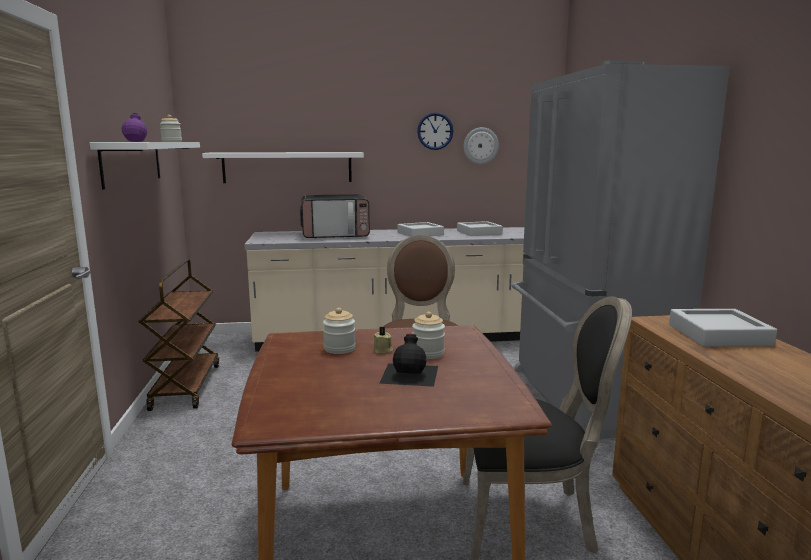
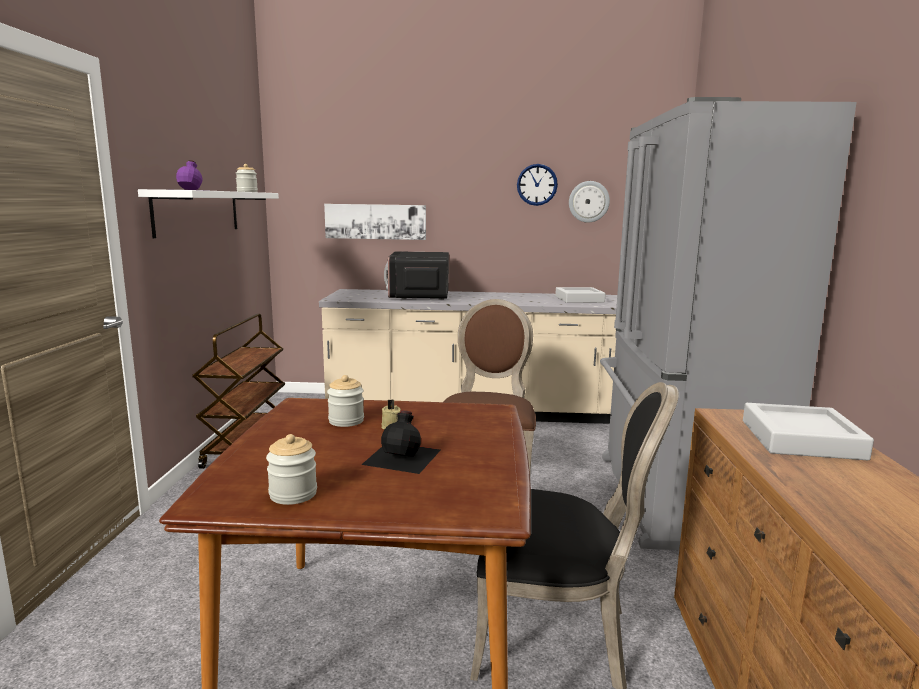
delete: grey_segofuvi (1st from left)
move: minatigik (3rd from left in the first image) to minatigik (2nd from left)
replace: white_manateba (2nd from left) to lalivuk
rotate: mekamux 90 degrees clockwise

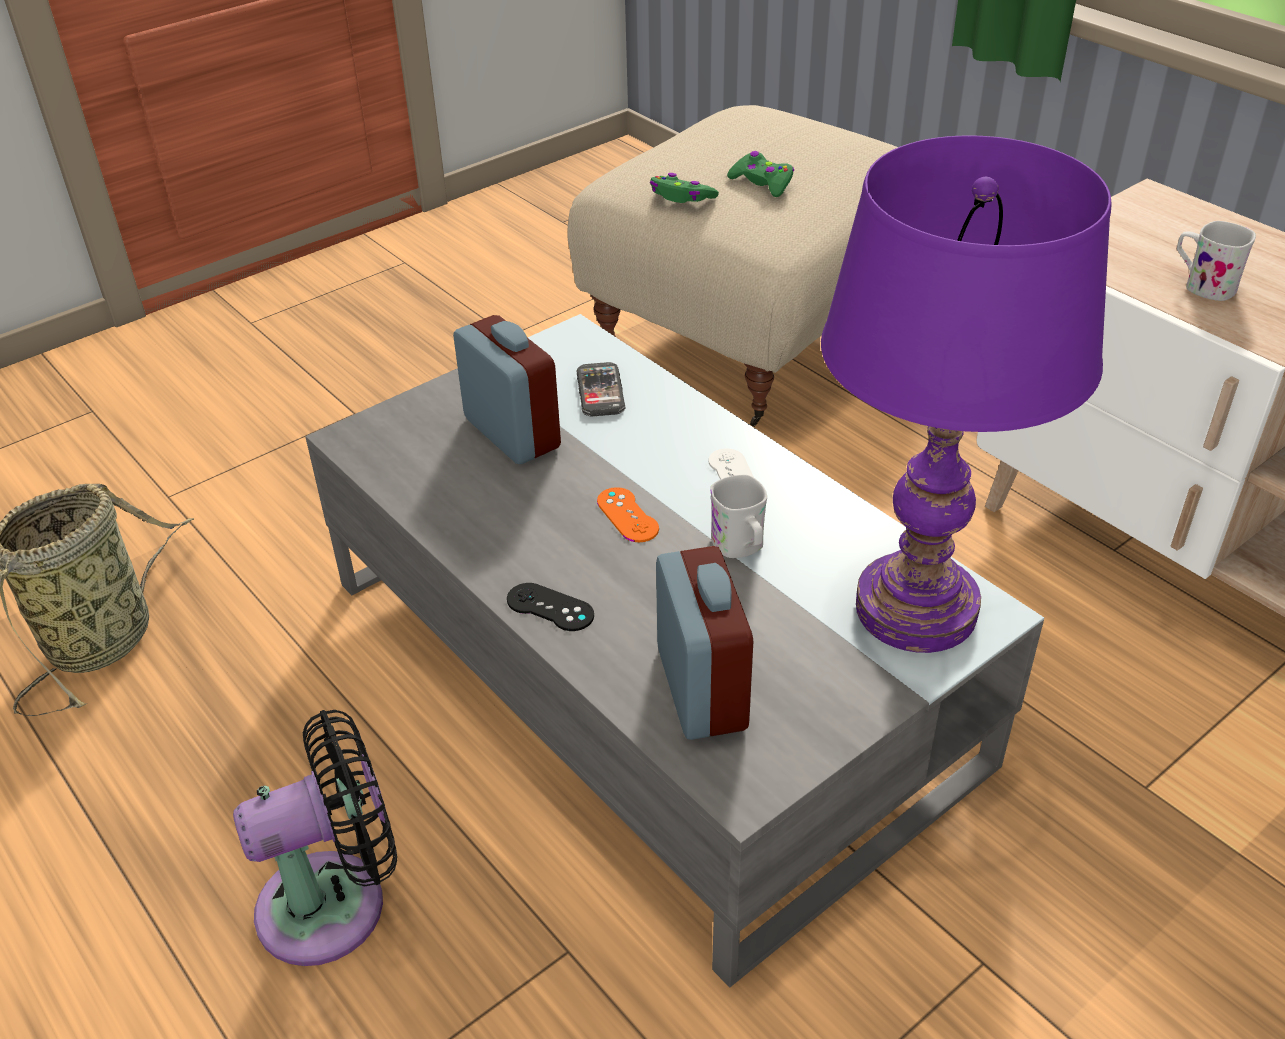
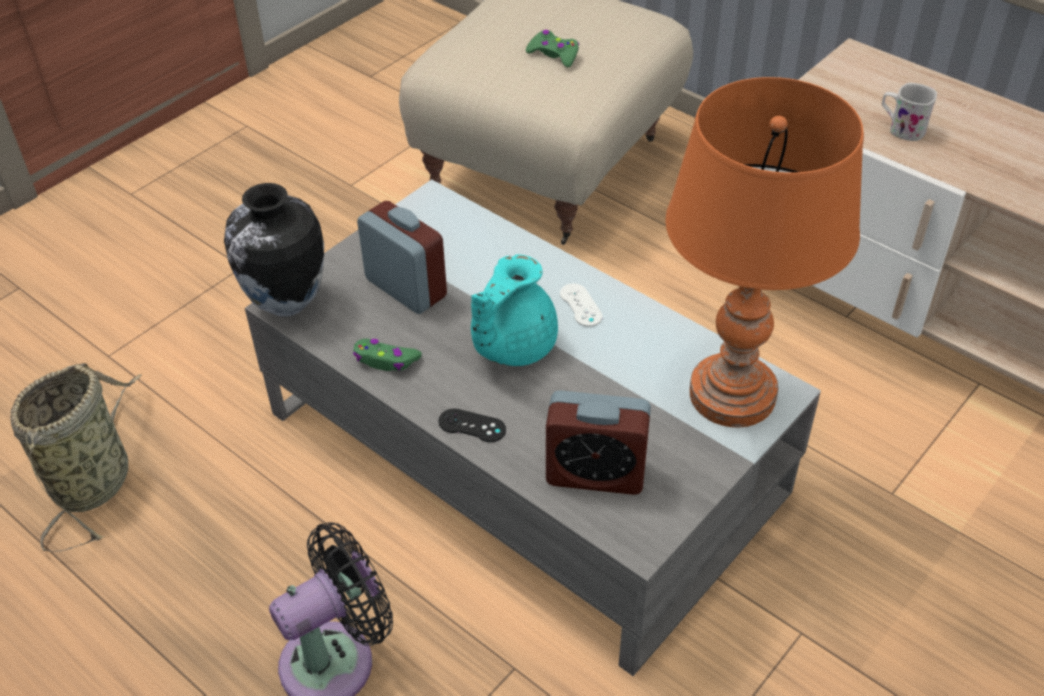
delete: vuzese; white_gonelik (1st from left)
insert: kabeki
move: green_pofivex (1st from left)
replace: orange_pofivex to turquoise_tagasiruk
recolor: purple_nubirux to orange_nubirux
rotate: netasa (2nd from left) 120 degrees clockwise

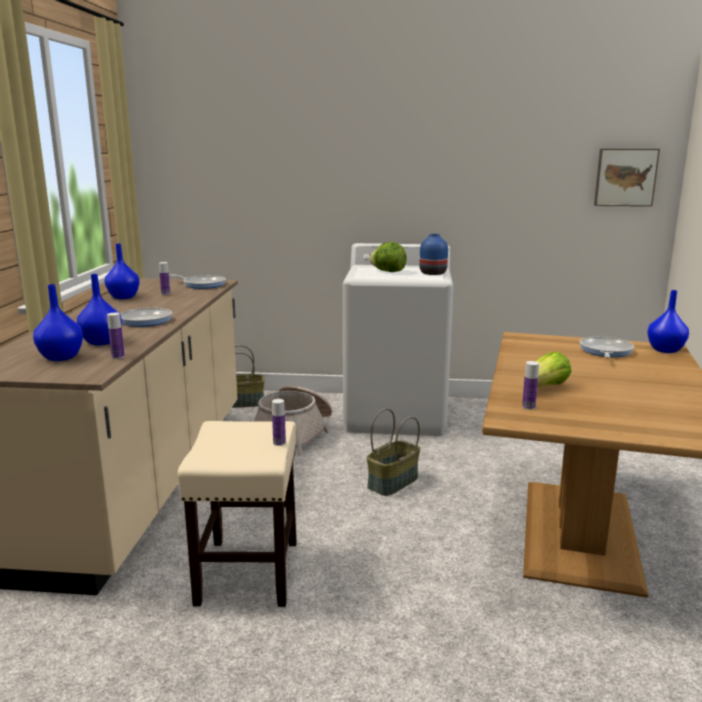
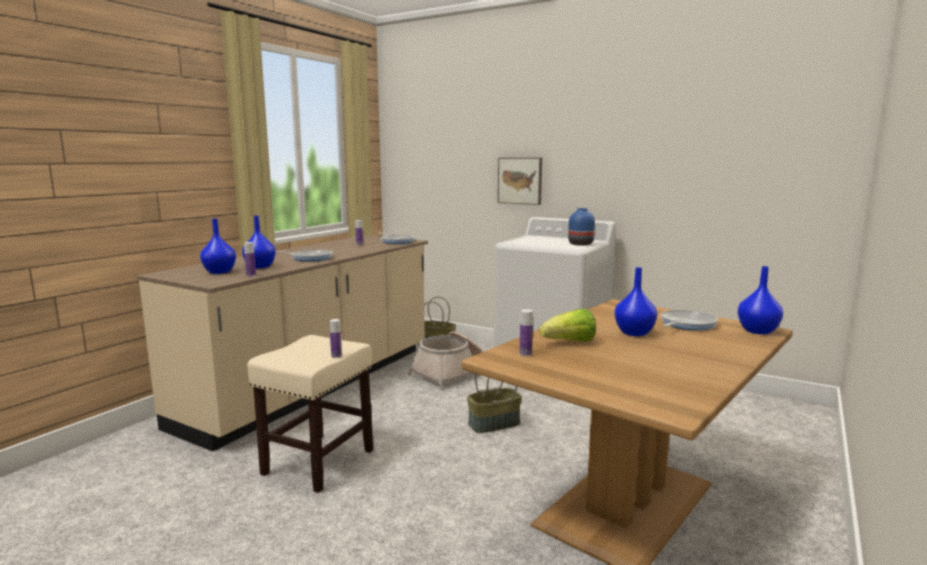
delete: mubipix (1st from left)
move: blue_kabeki (3rd from left in the first image) to blue_kabeki (4th from left); lalivuk

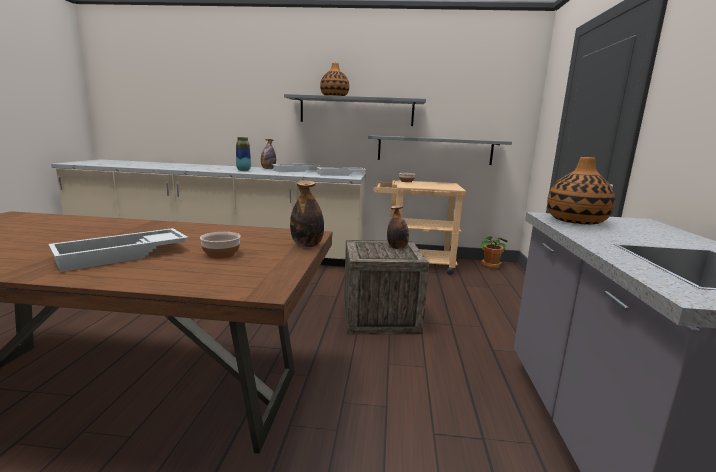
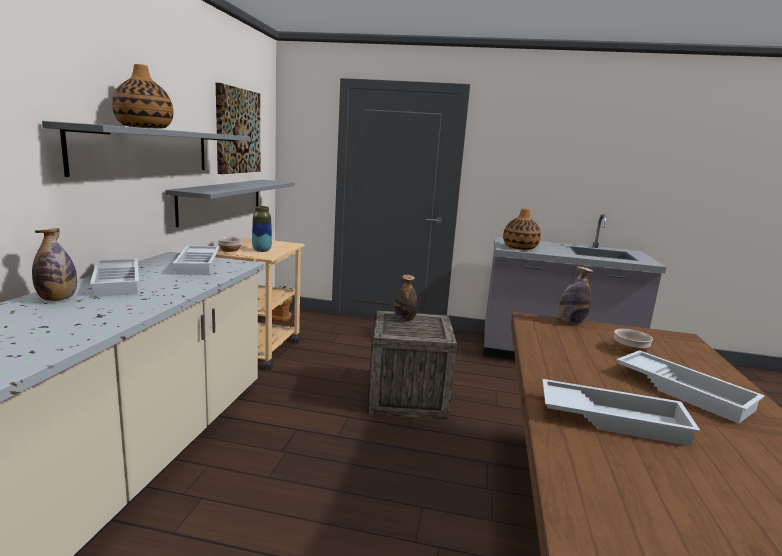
insert: lalivuk; white_segofuvi (3rd from left)
move: kabeki (1st from left in the first image) to kabeki (2nd from left)

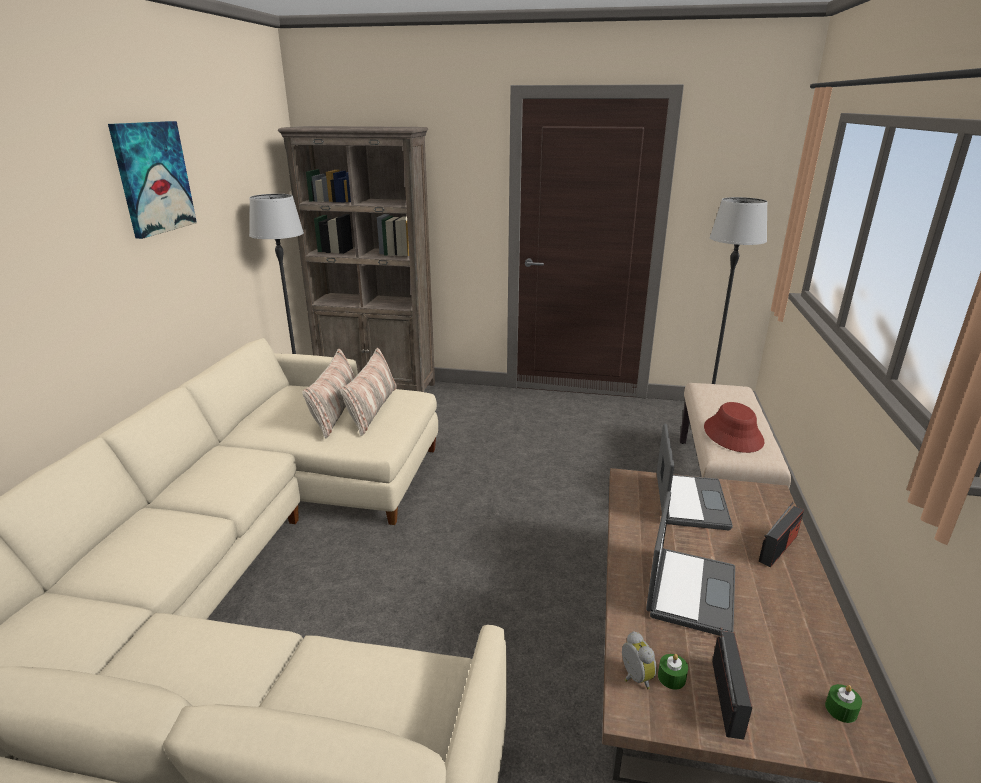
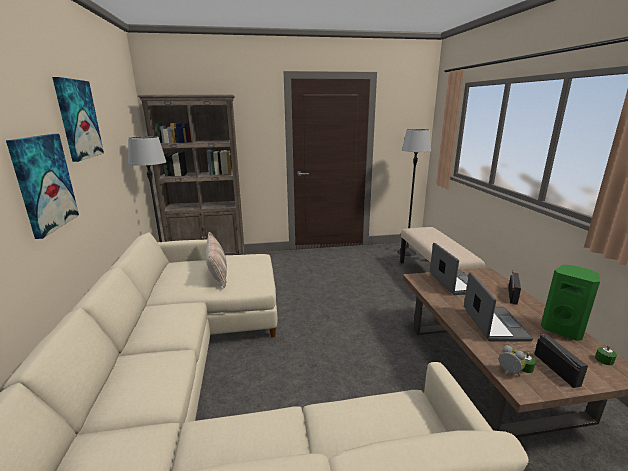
delete: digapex (2nd from left); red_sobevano
insert: lalivuk (1st from left); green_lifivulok

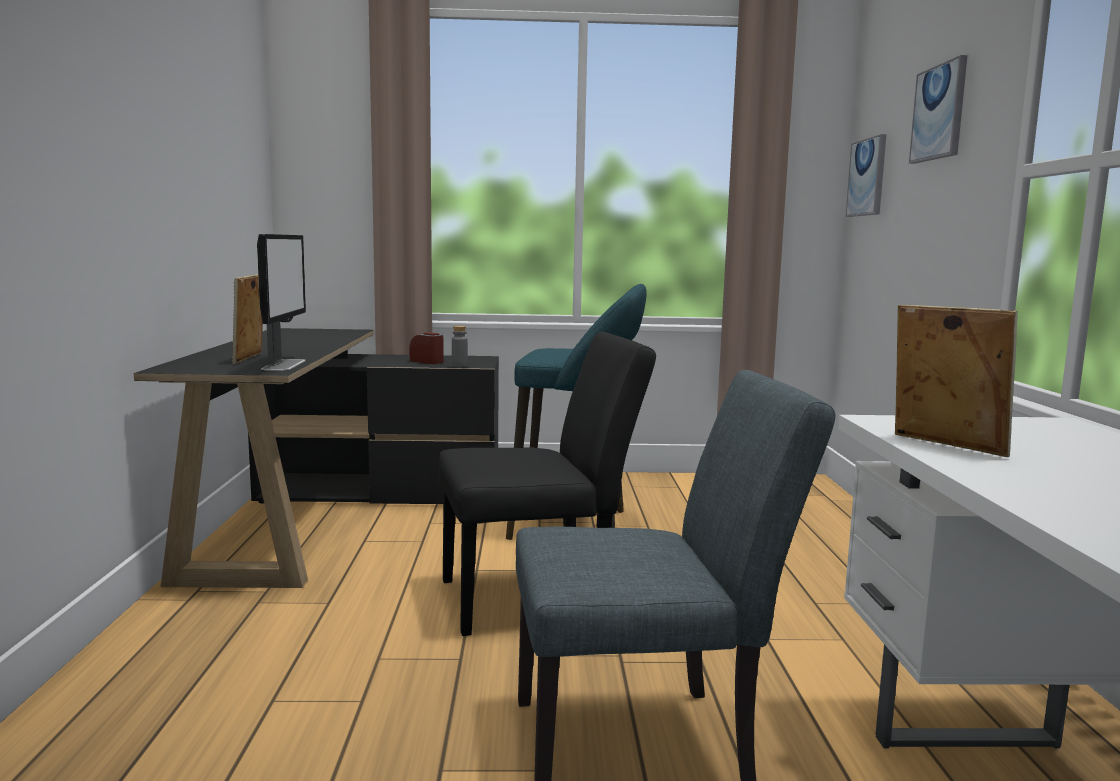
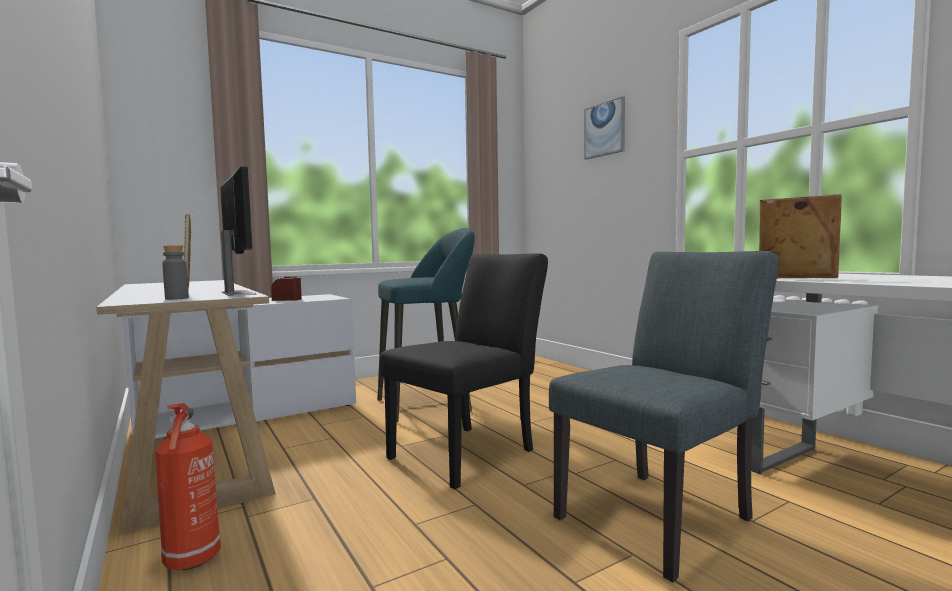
delete: lalivuk (1st from left)
insert: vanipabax
move: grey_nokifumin
recolor: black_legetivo to white_legetivo (1st from left)

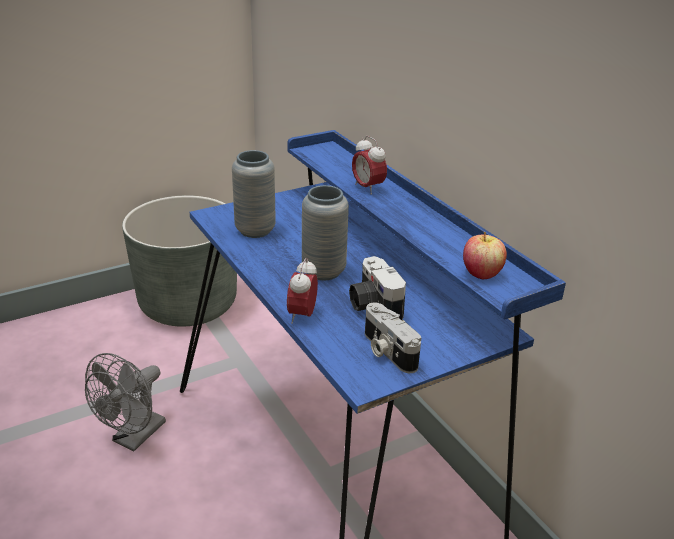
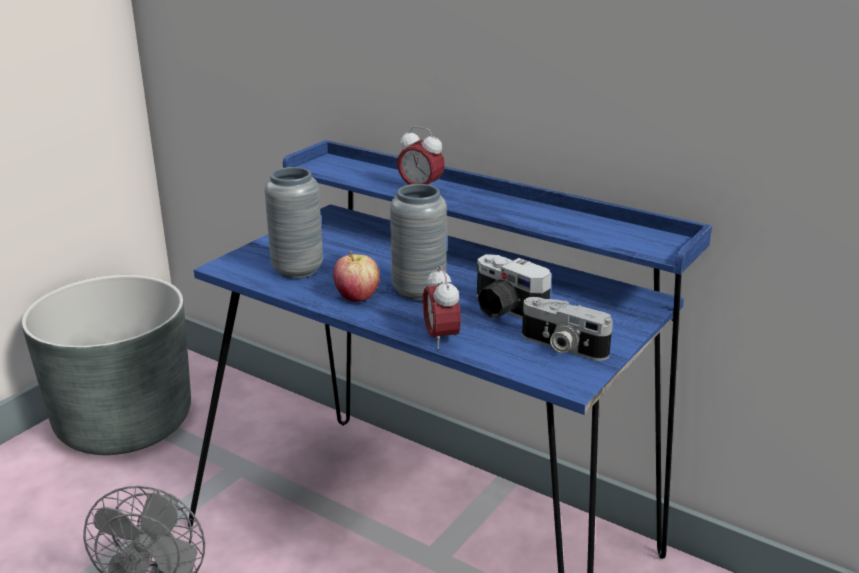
move: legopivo

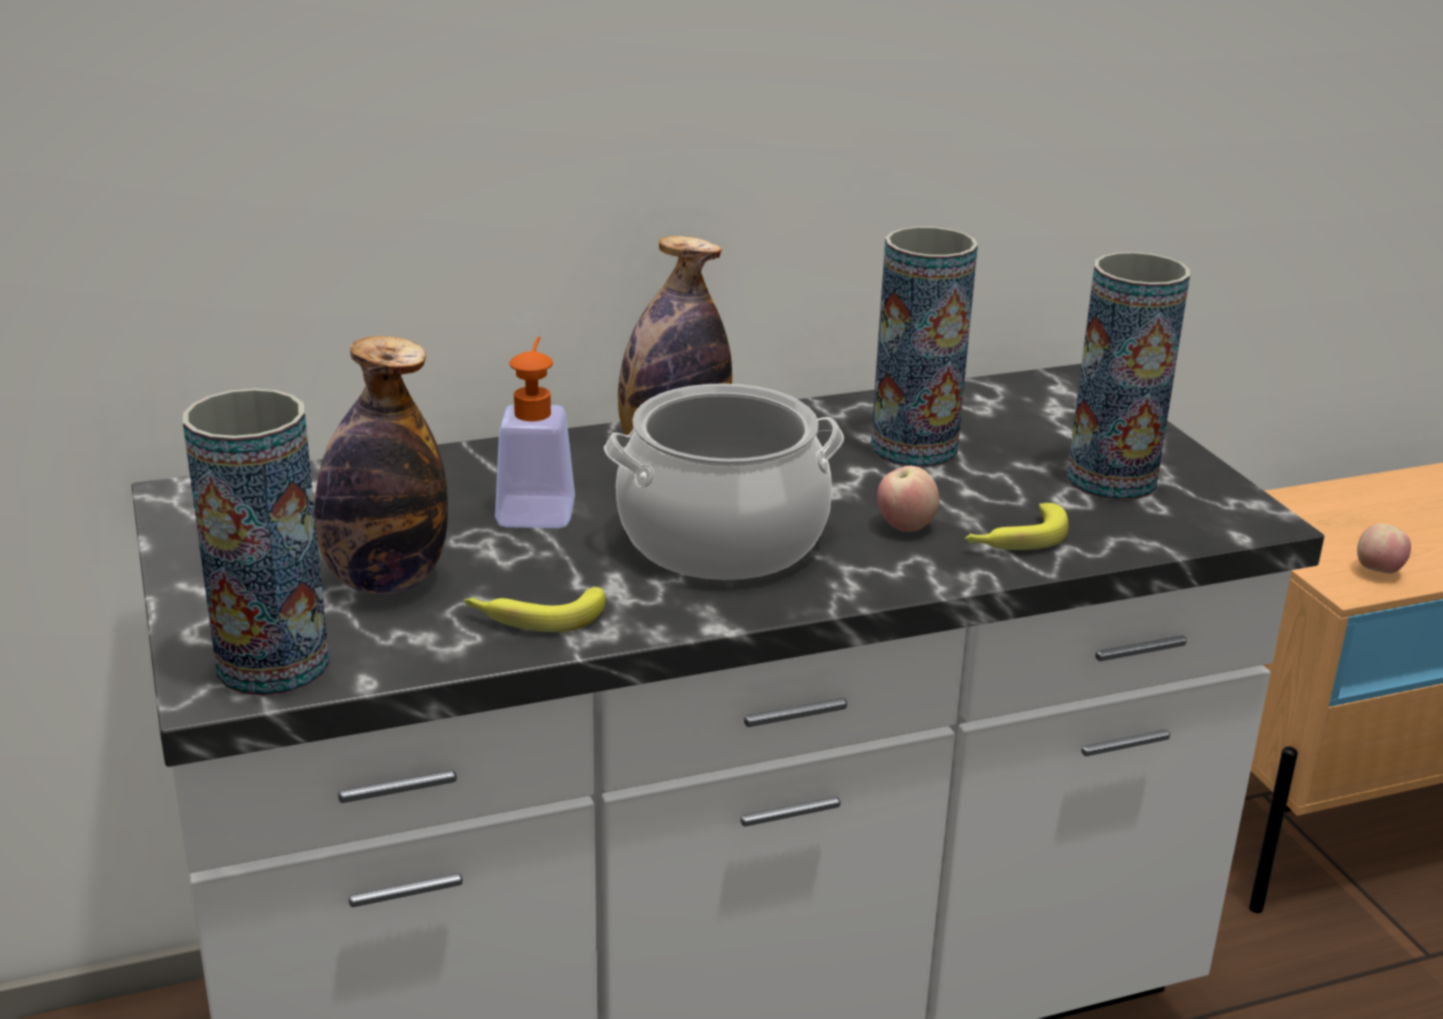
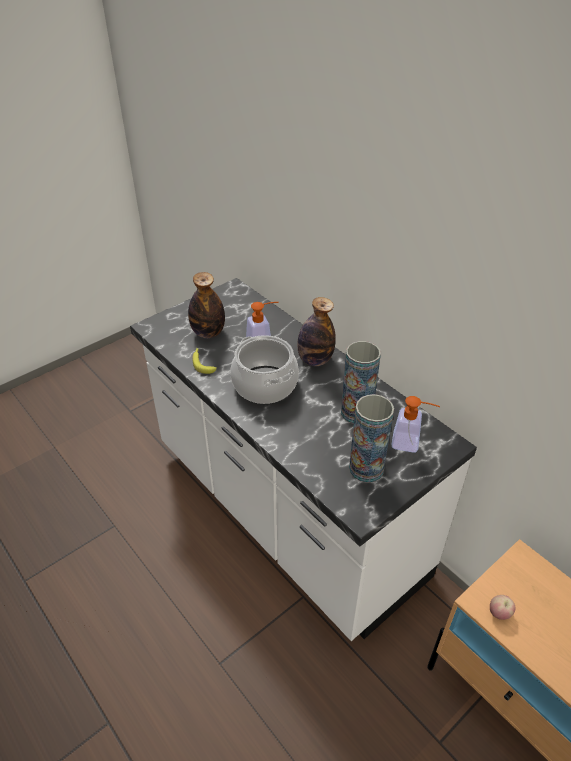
delete: kabeki (1st from left); legopivo (1st from left); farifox (2nd from left)
insert: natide (2nd from left)

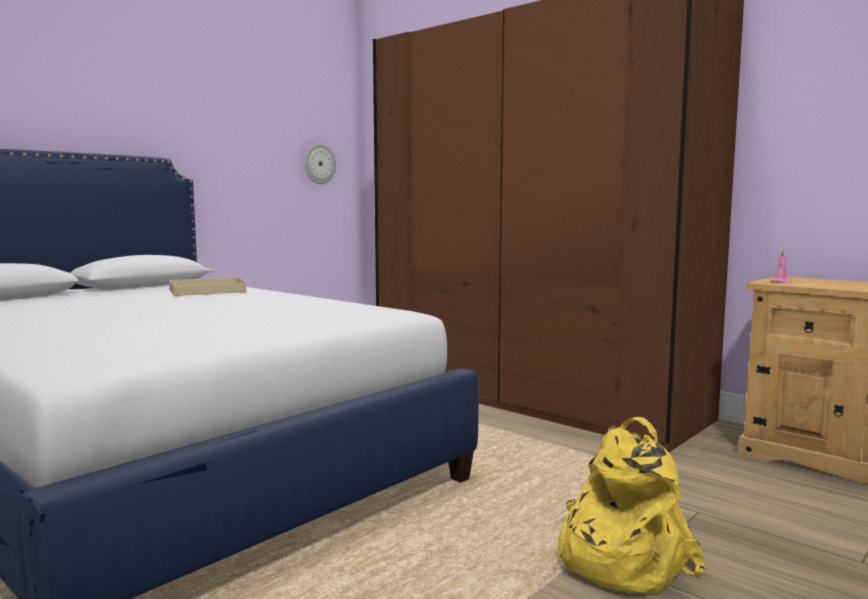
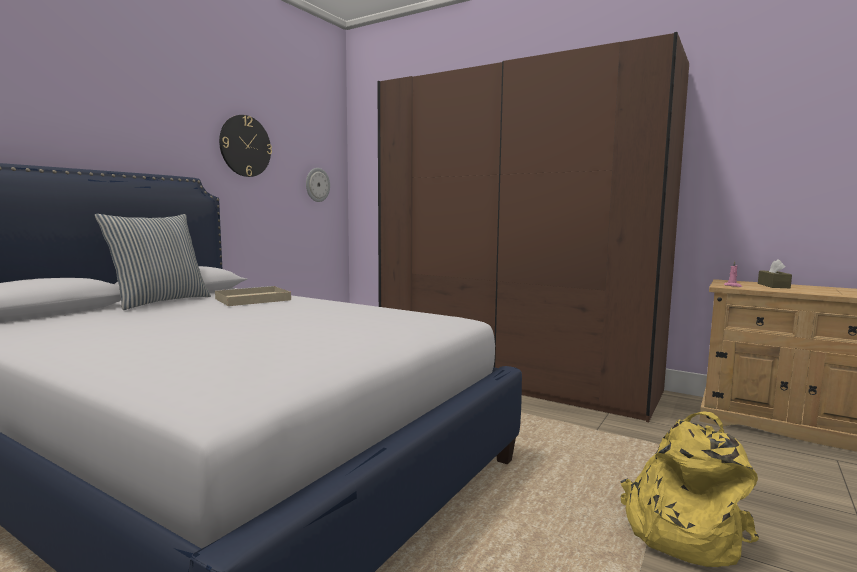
insert: digapex; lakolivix (1st from left); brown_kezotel

